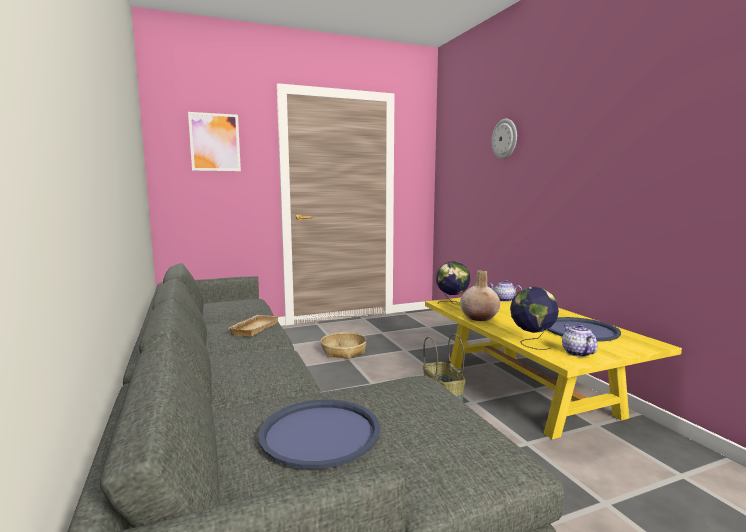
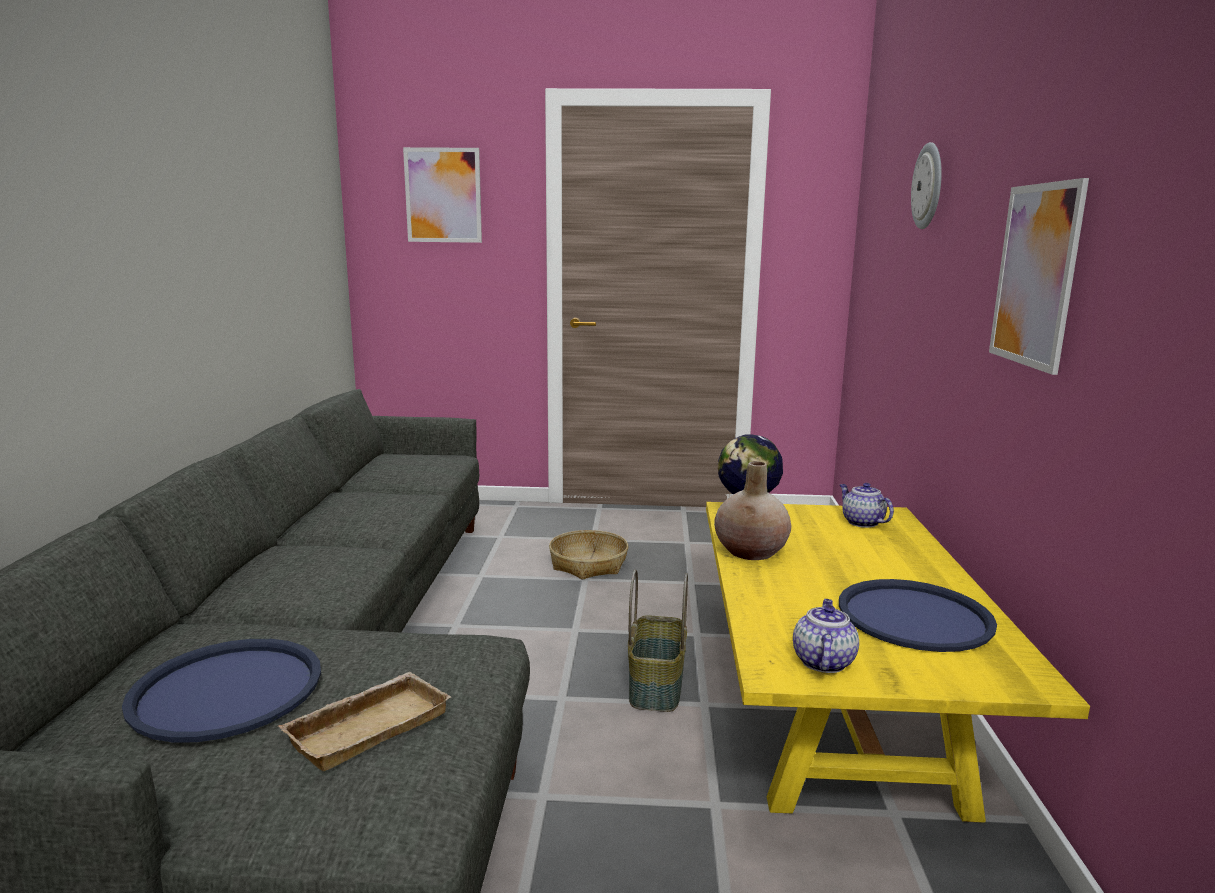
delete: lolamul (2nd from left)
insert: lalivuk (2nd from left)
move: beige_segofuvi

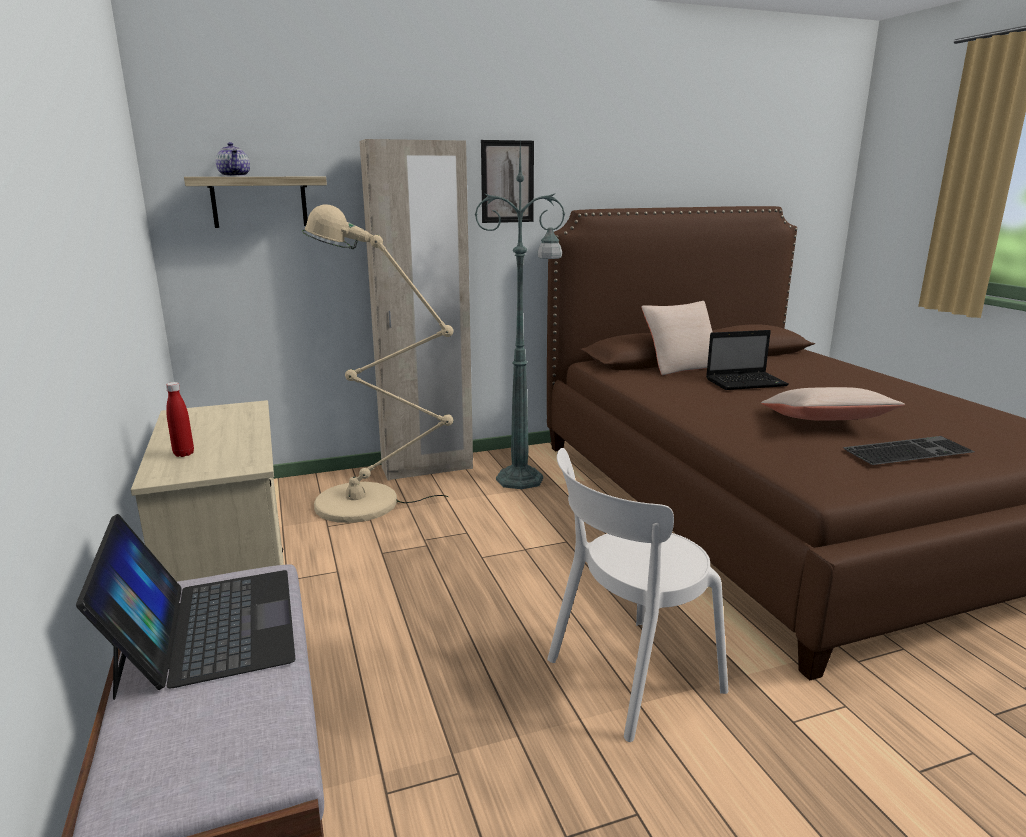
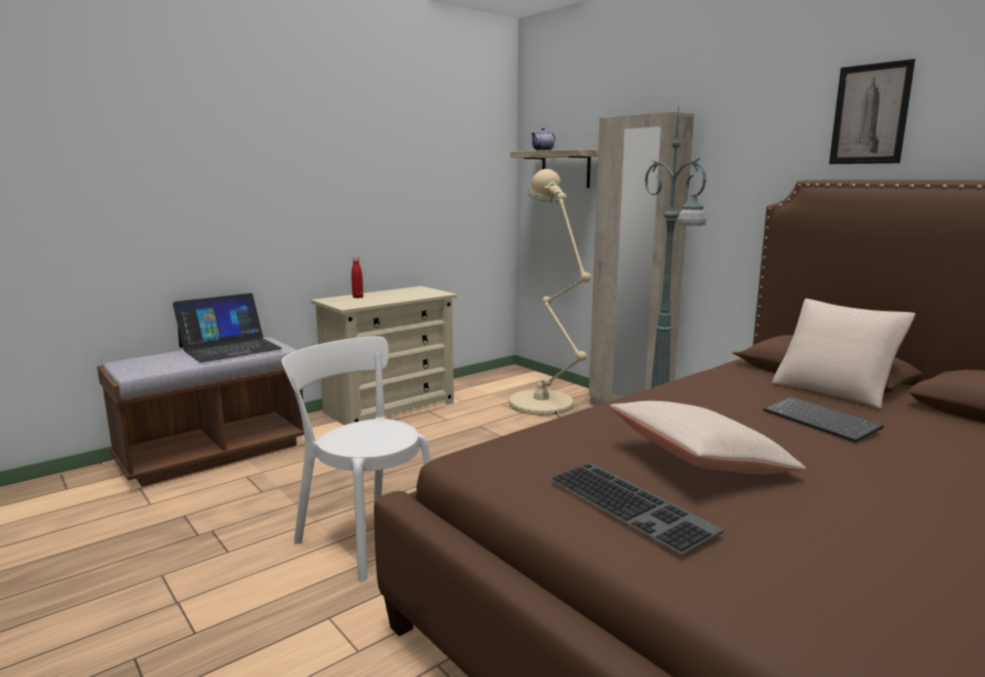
move: lalivuk
replace: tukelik (2nd from left) to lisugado (2nd from left)

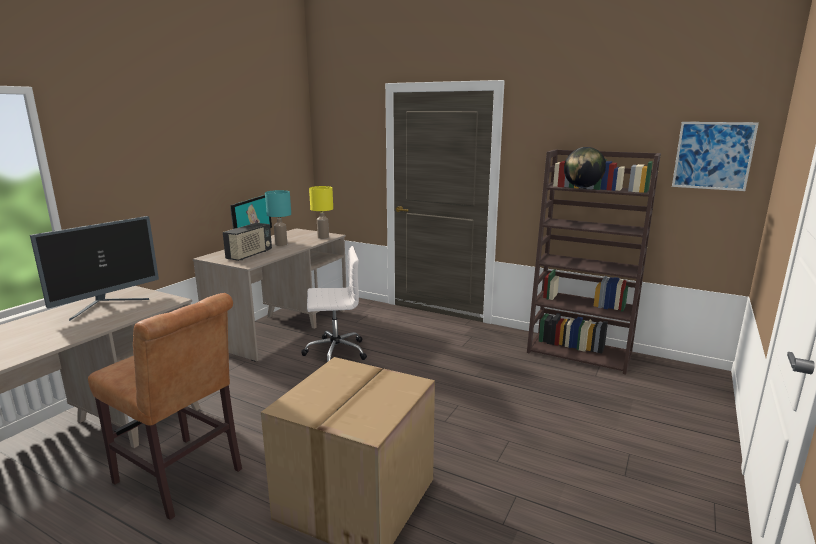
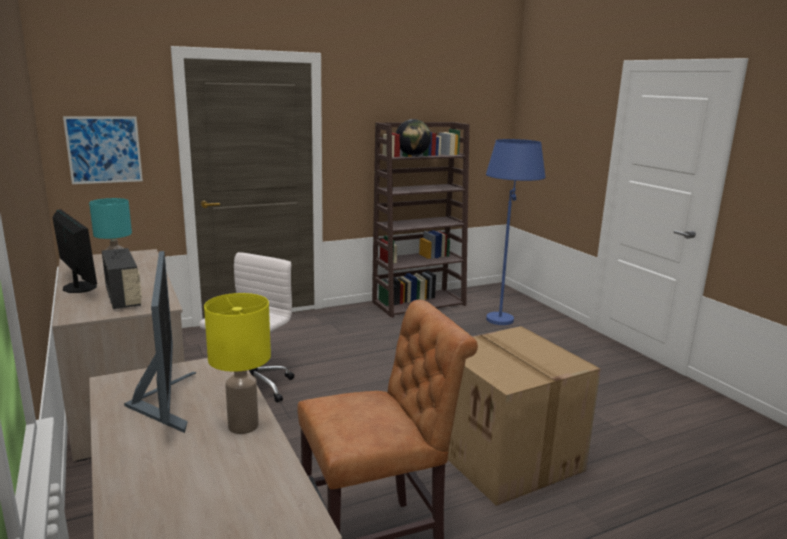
insert: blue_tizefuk
move: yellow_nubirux; lalivuk

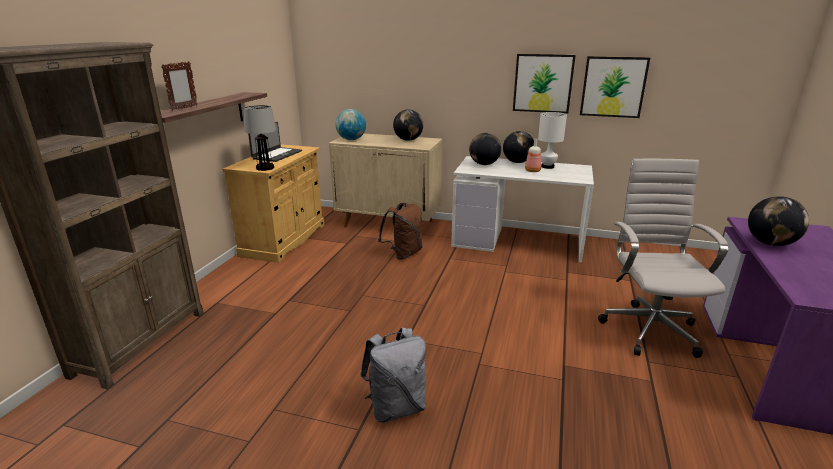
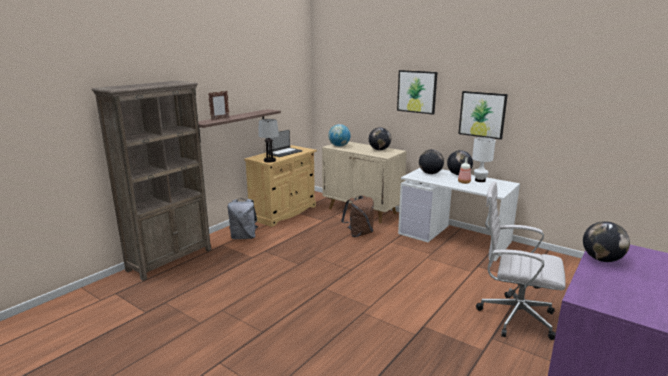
move: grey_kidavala; lalivuk (2nd from left in the first image) to lalivuk (1st from left)
rotate: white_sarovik 90 degrees counterclockwise

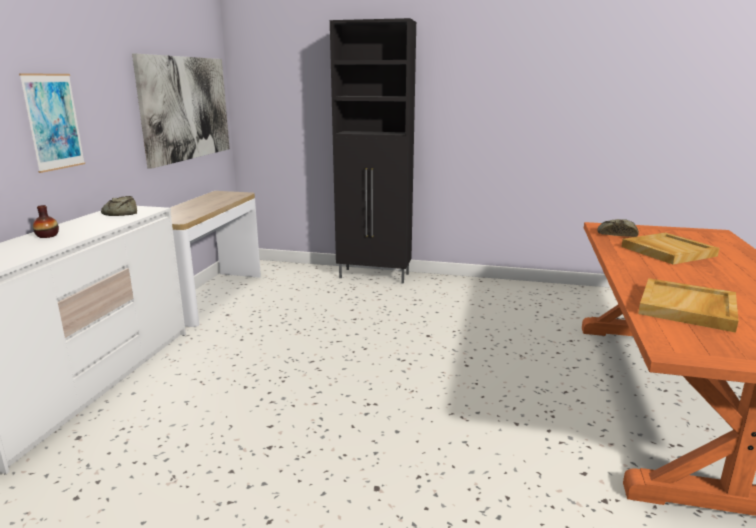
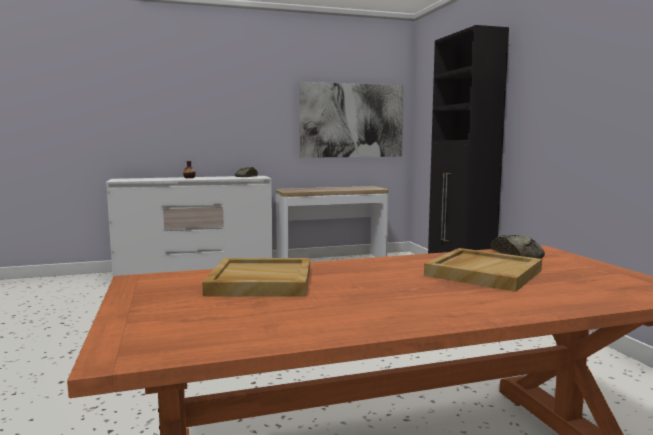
delete: lalivuk (1st from left)

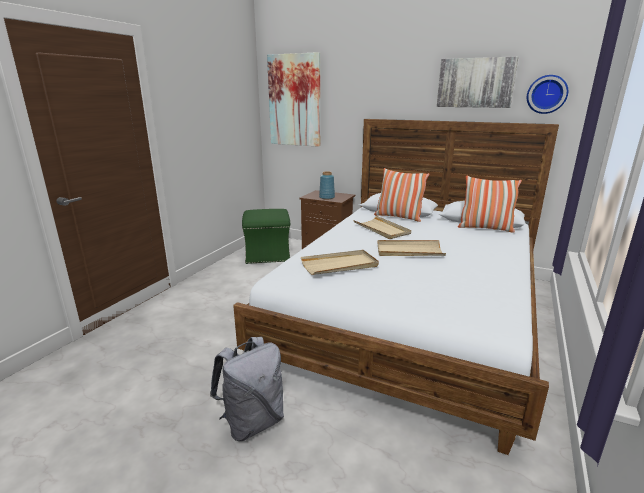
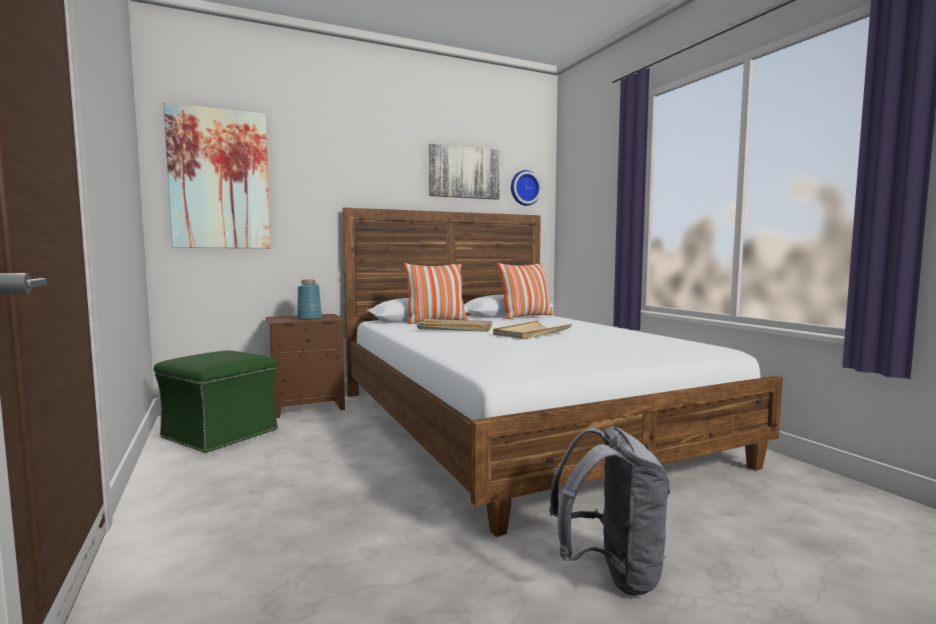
delete: beige_segofuvi (1st from left)

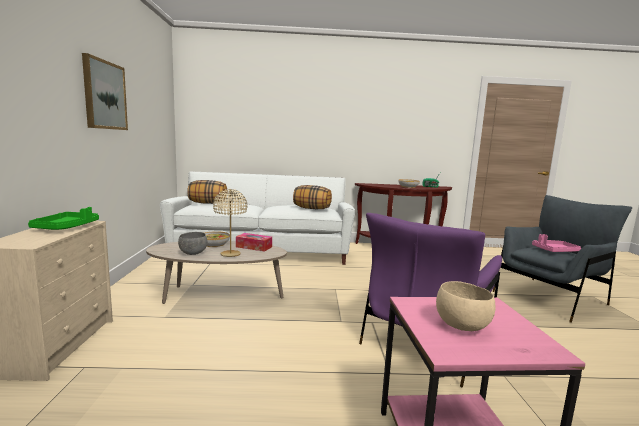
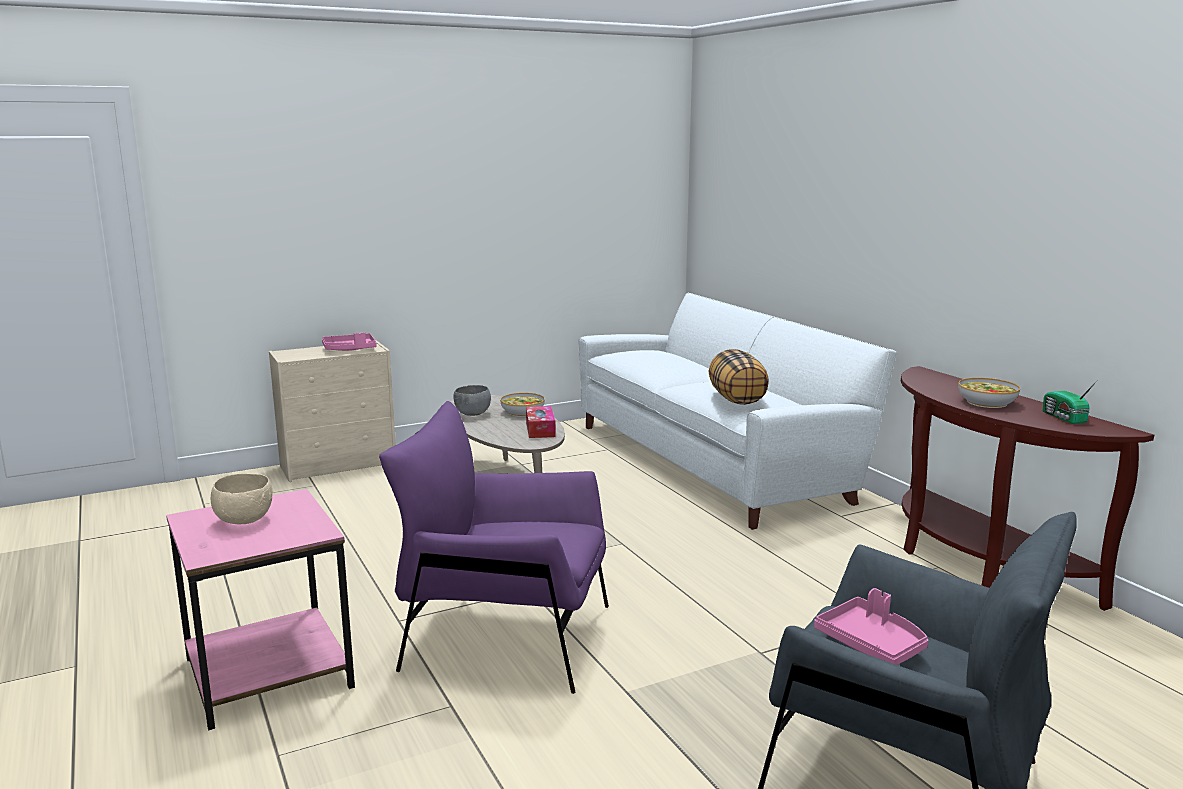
delete: lalivuk; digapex (1st from left); beige_nubirux
recolor: green_segofuvi to pink_segofuvi (1st from left)

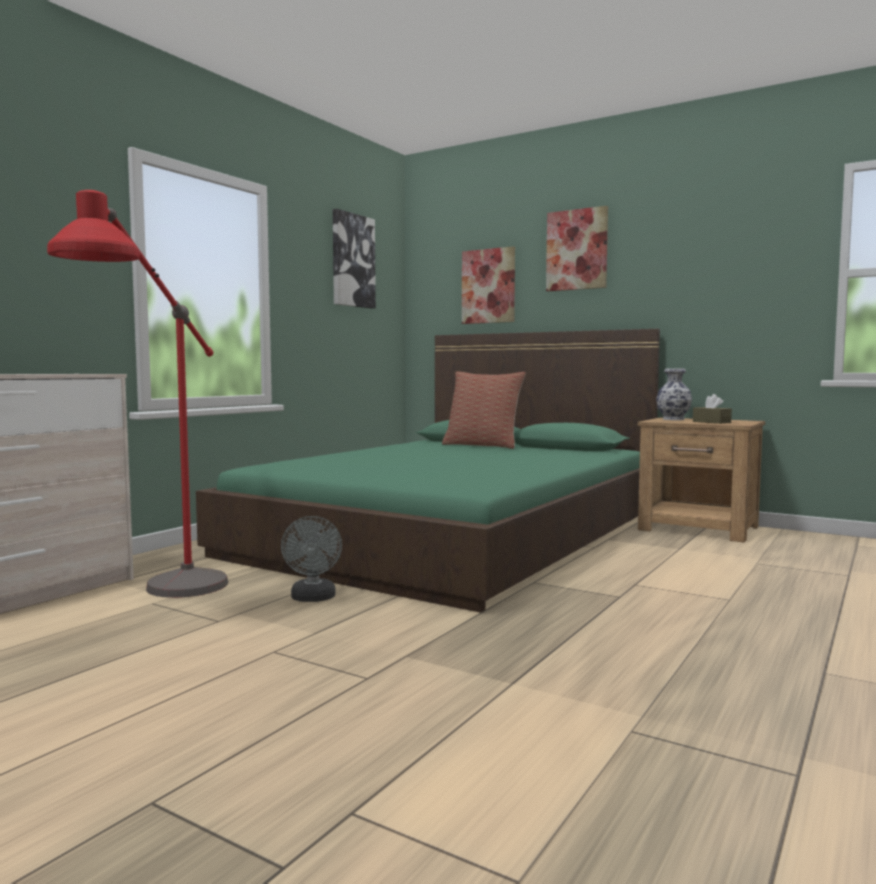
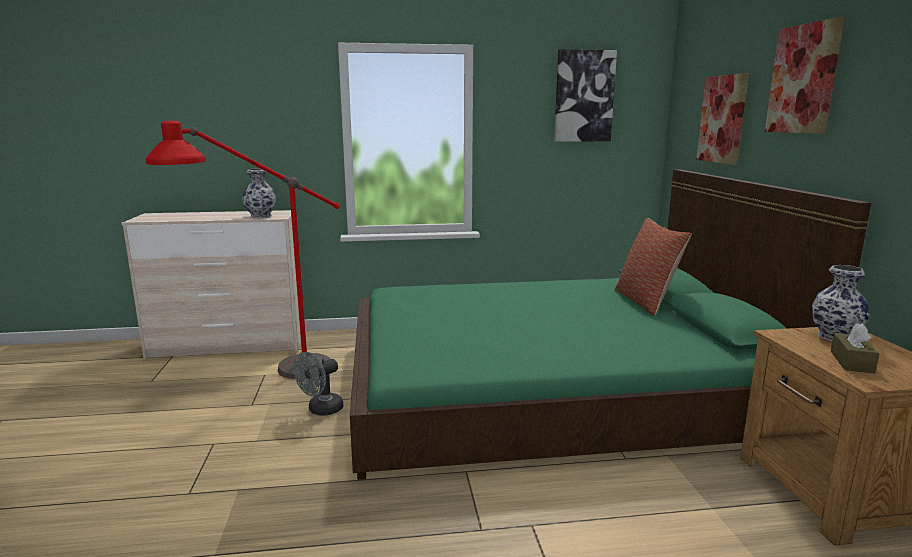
insert: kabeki (1st from left)

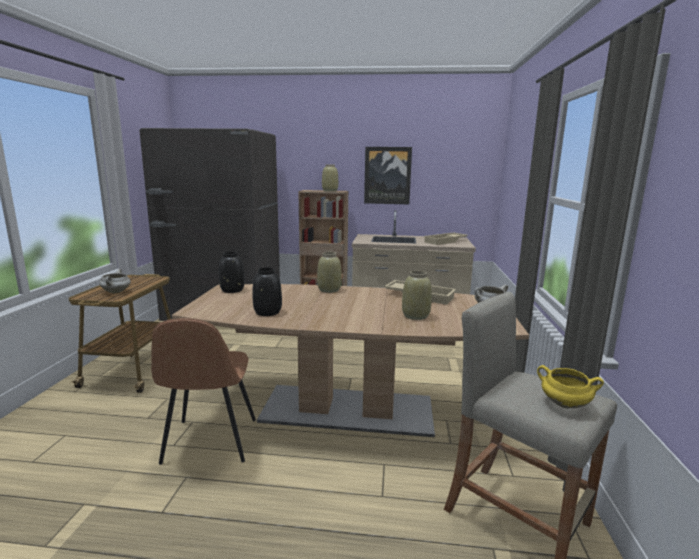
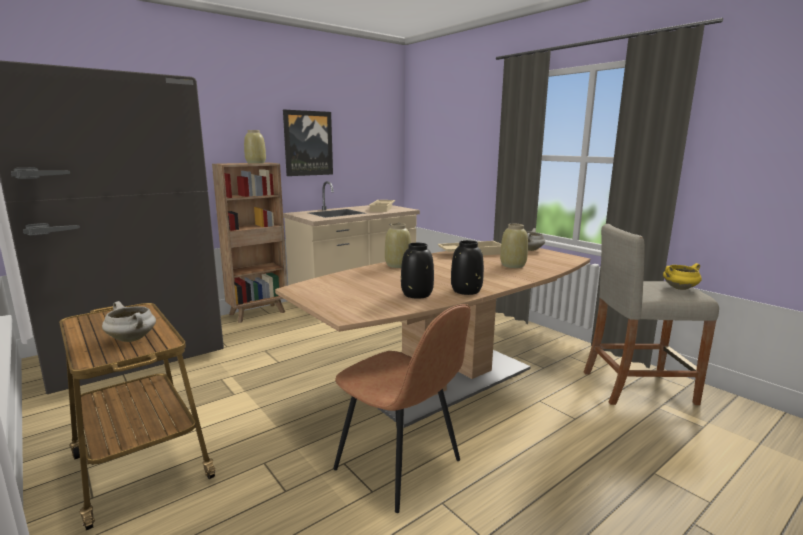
move: black_kabeki (1st from left in the first image) to black_kabeki (2nd from left)

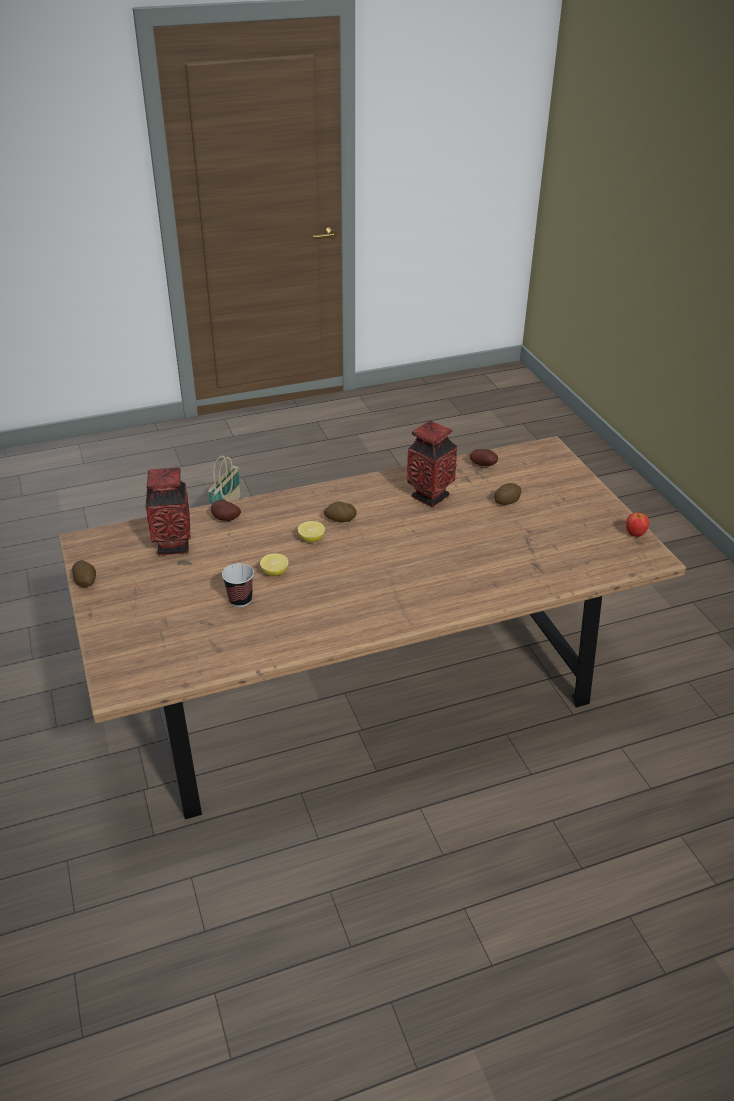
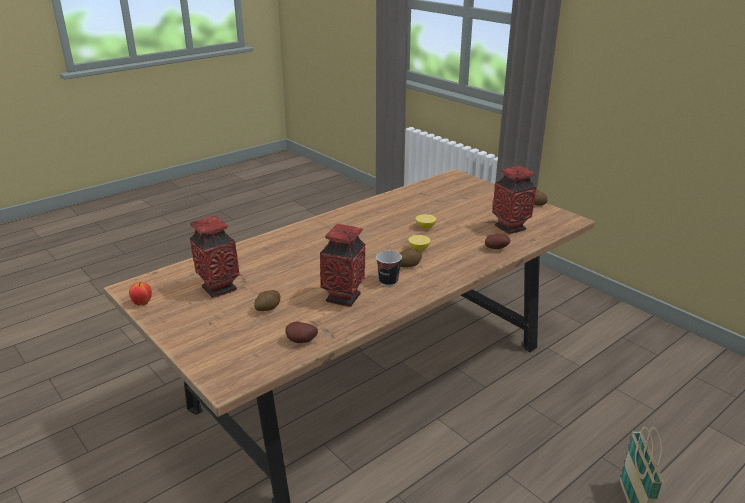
insert: kabeki (1st from left)
move: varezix

